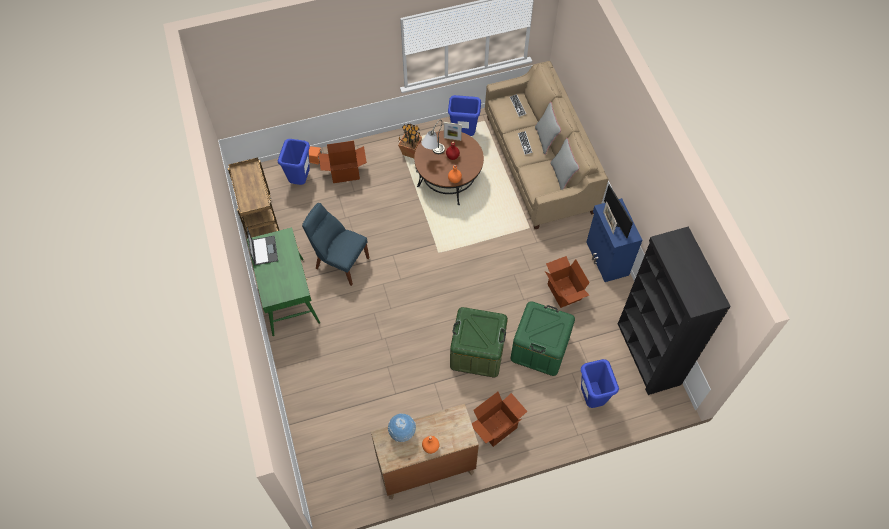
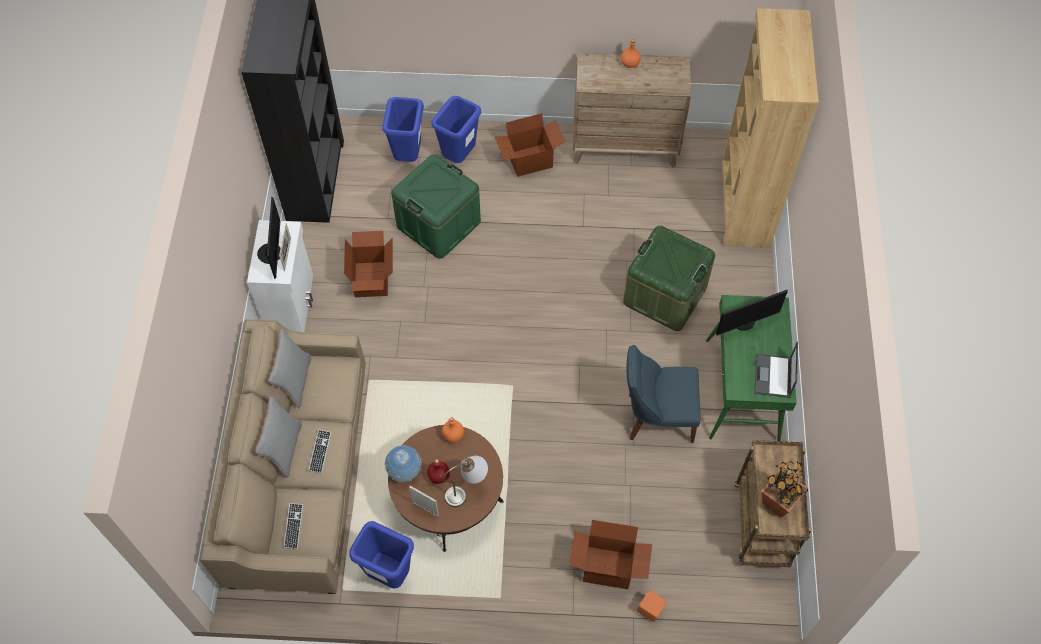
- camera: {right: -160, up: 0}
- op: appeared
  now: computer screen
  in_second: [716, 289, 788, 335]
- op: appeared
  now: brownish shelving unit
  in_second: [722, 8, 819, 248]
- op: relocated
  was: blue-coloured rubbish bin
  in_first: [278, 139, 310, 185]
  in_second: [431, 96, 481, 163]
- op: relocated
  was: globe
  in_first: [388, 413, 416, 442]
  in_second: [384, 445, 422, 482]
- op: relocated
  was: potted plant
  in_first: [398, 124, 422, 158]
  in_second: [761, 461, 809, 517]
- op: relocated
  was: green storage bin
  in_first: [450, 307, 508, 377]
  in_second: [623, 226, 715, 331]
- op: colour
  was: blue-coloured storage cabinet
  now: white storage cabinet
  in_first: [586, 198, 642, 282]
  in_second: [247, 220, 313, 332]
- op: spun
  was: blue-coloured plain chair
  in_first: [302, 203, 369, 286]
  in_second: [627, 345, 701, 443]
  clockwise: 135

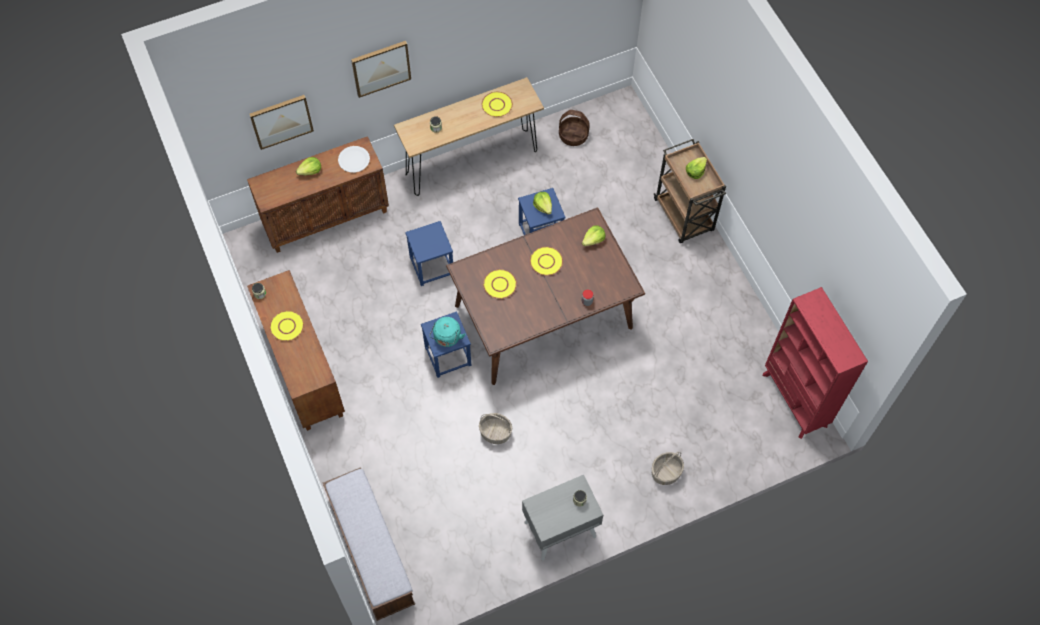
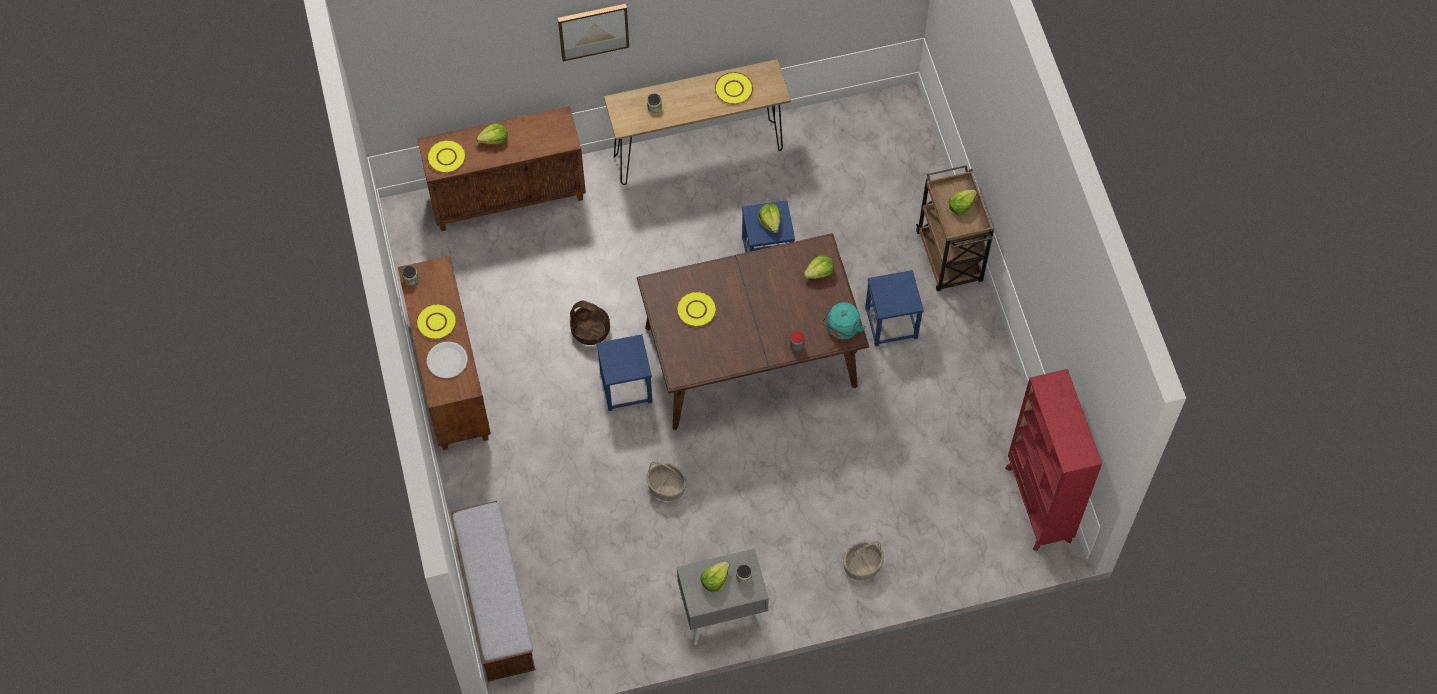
- camera: {right: 10, up: 0}
- op: missing
  was: wall art
  in_first: [249, 95, 314, 150]
- op: appeared
  now: head of lettuce
  in_second: [701, 561, 729, 592]
- op: relocated
  was: white dinner plate
  in_first: [338, 146, 370, 173]
  in_second: [427, 342, 468, 378]
- op: relocated
  was: blue-coloured sitting stool
  in_first: [405, 221, 453, 286]
  in_second: [865, 270, 924, 346]
- op: relocated
  was: turquoise-coloured tea kettle
  in_first: [429, 317, 466, 347]
  in_second: [822, 302, 866, 340]
- op: relocated
  was: yellow dinner plate
  in_first: [530, 247, 563, 276]
  in_second: [427, 140, 466, 173]
- op: relocated
  was: basket
  in_first: [559, 110, 590, 146]
  in_second: [570, 301, 610, 345]

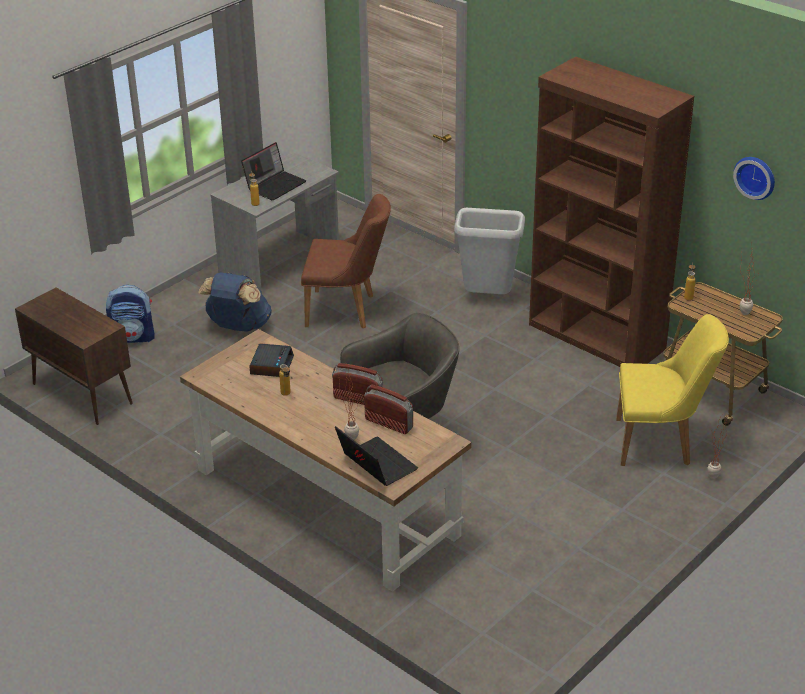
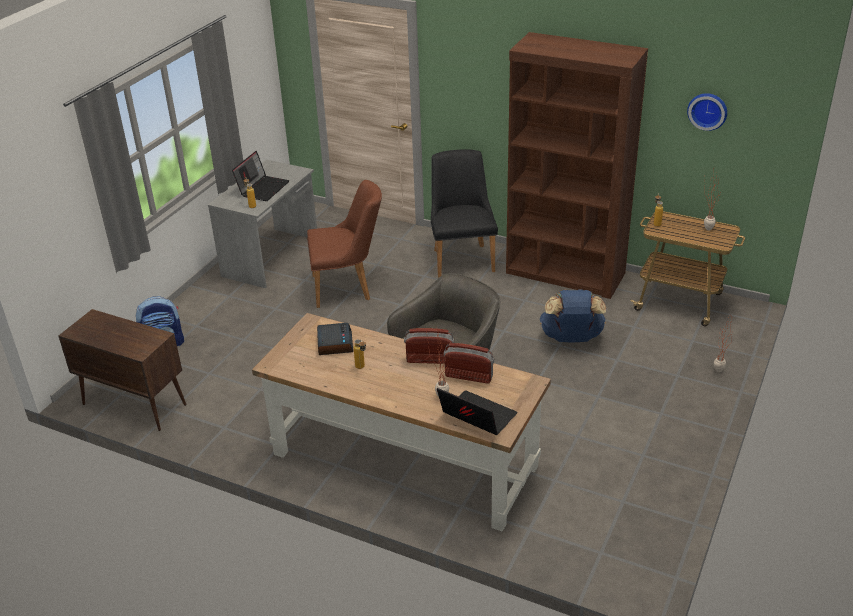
- camera: {right: -15, up: 0}
- op: missing
  was: yellow plain chair
  in_first: [616, 314, 729, 466]
- op: relocated
  was: blue-coloured rucksack
  in_first: [198, 272, 272, 332]
  in_second: [540, 289, 606, 343]
- op: exchanged
  was: gray rubbish bin
  now: blackish plain chair
  in_first: [454, 208, 525, 294]
  in_second: [431, 149, 498, 278]

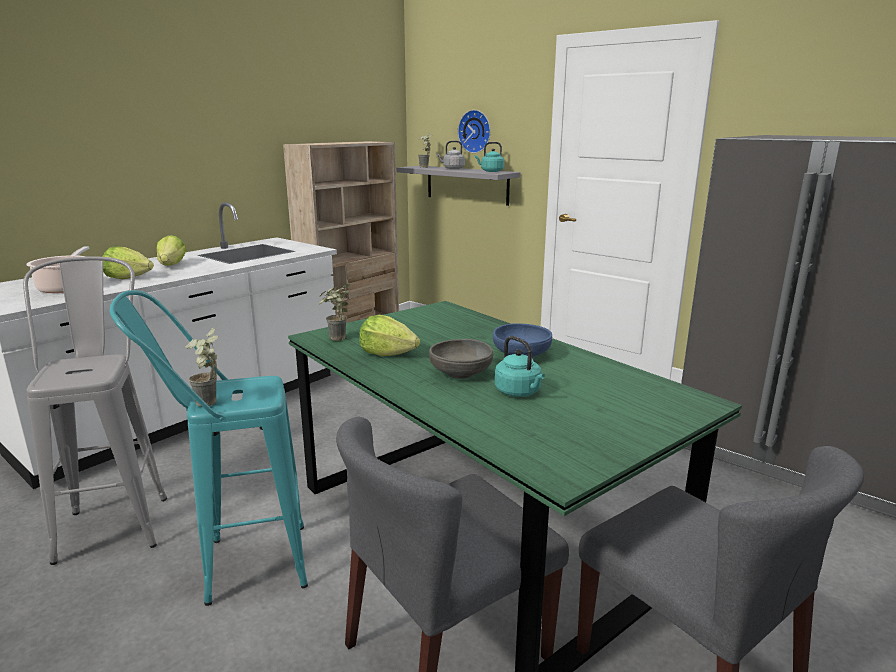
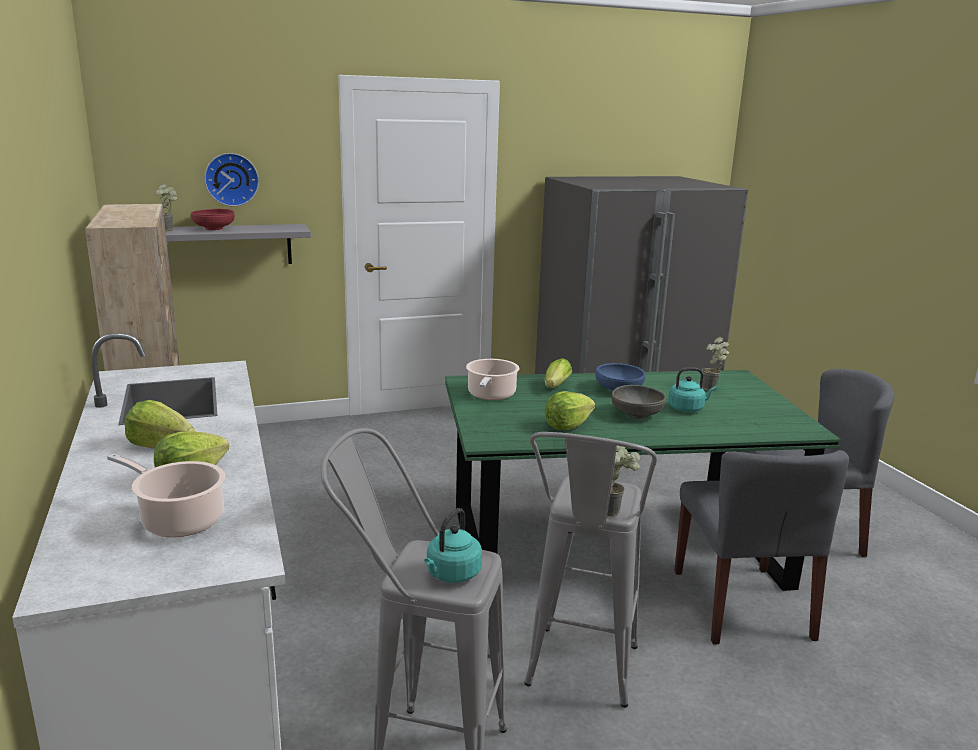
- camera: {right: -60, up: 0}
- op: appeared
  now: saucepot
  in_second: [466, 359, 520, 400]
- op: appeared
  now: head of lettuce
  in_second: [545, 358, 572, 388]
- op: relocated
  was: potted plant
  in_first: [319, 283, 351, 341]
  in_second: [702, 337, 729, 391]
- op: relocated
  was: turquoise-coloured tea kettle
  in_first: [475, 142, 504, 172]
  in_second: [424, 508, 482, 583]
- op: exchanged
  was: gray tea kettle
  now: reddish serving bowl
  in_first: [437, 141, 465, 169]
  in_second: [191, 209, 235, 230]
- op: colour
  was: turquoise-coloured sitting stool
  now: gray sitting stool
  in_first: [109, 290, 308, 606]
  in_second: [524, 432, 657, 708]

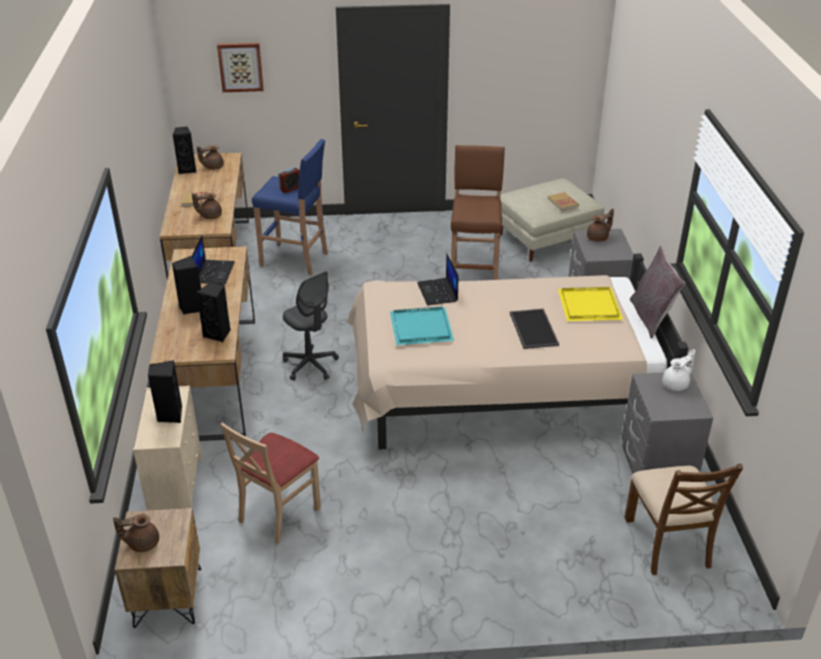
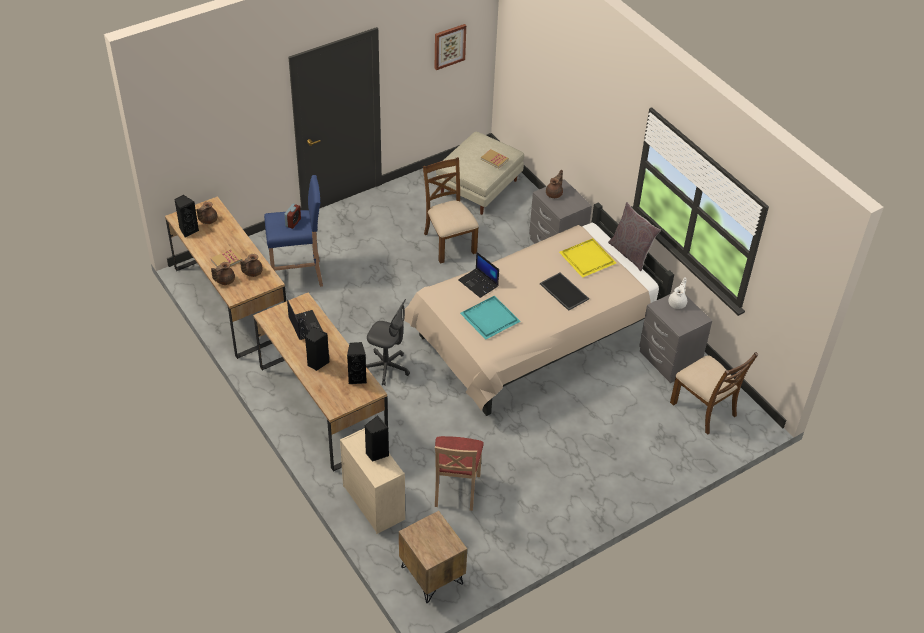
- camera: {right: -30, up: 10}
- op: relocated
  was: brownish tea pot
  in_first: [113, 514, 159, 552]
  in_second: [211, 262, 235, 285]
- op: relocated
  was: wall art
  in_first: [217, 43, 264, 92]
  in_second: [434, 24, 466, 70]
- op: exchanged
  was: brownish sitting stool
  now: brownish plain chair
  in_first: [451, 145, 505, 280]
  in_second: [423, 157, 479, 264]

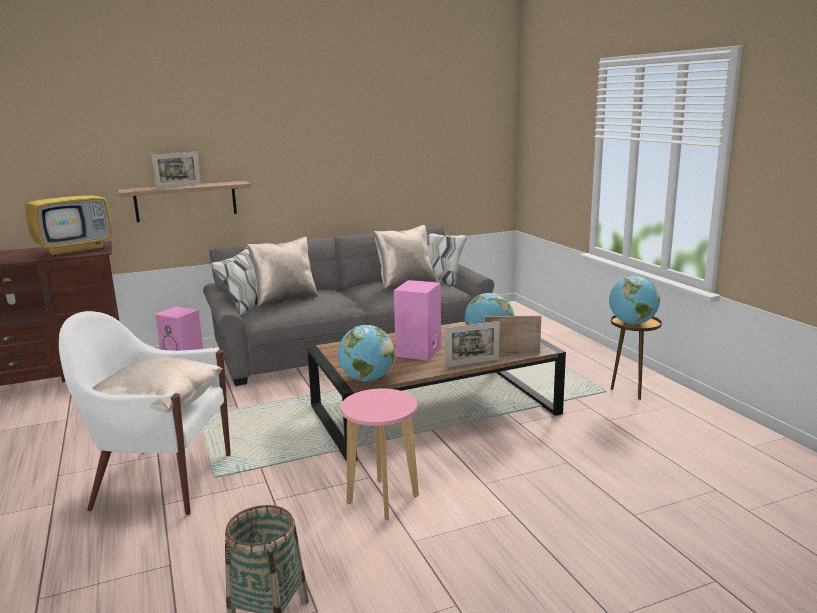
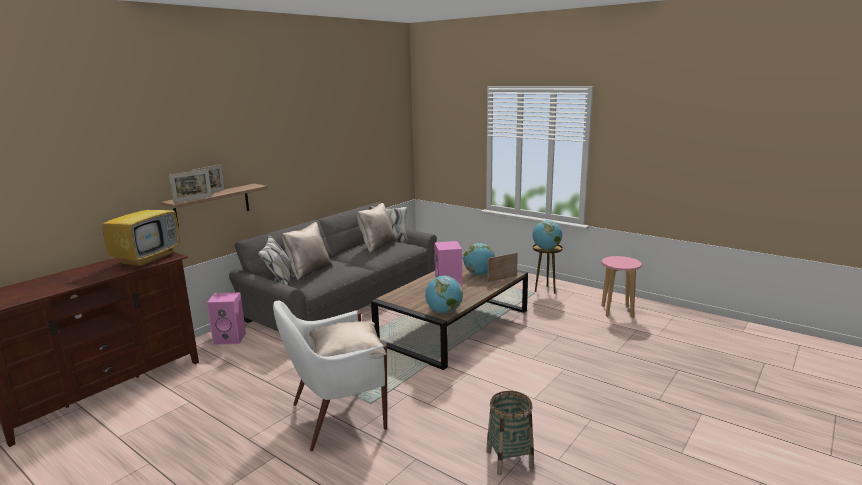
- camera: {right: -30, up: 0}
- op: relocated
  was: pink sitting stool
  in_first: [341, 388, 419, 520]
  in_second: [601, 256, 642, 318]
- op: relocated
  was: standing frame
  in_first: [446, 321, 500, 367]
  in_second: [169, 169, 212, 203]

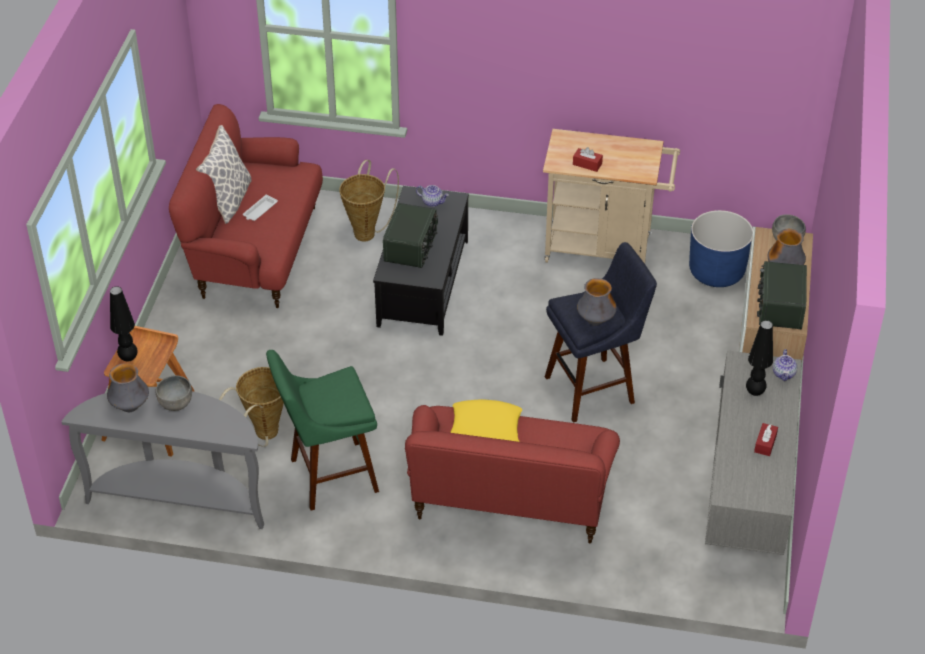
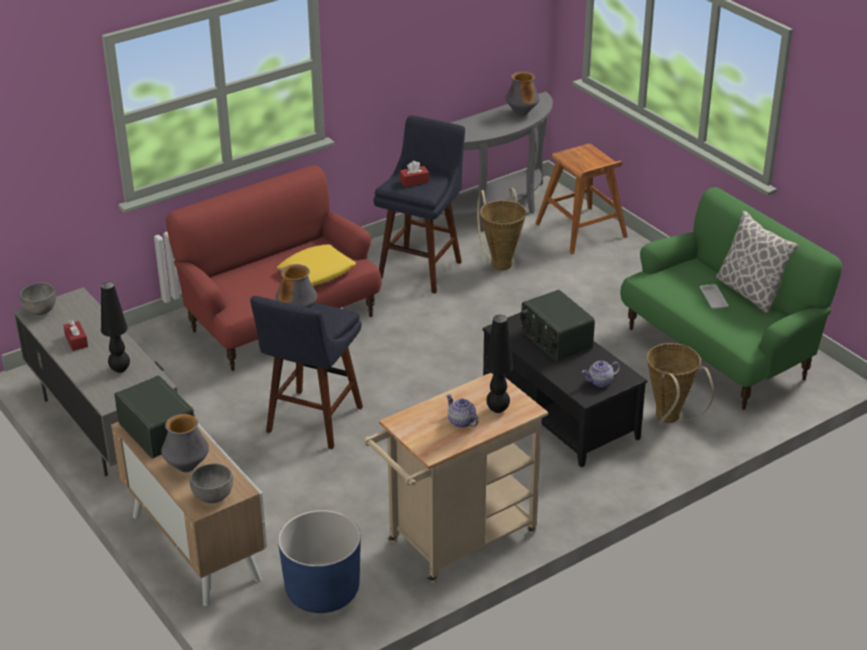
- camera: {right: 135, up: -10}
- op: relocated
  was: blackish tabletop lamp
  in_first: [110, 286, 138, 362]
  in_second: [485, 315, 514, 413]
- op: relocated
  was: gray serving bowl
  in_first: [156, 375, 192, 411]
  in_second: [20, 282, 56, 315]
- op: relocated
  was: reddish box of tissues
  in_first: [573, 147, 603, 172]
  in_second: [400, 161, 429, 187]
- op: relocated
  was: tea pot
  in_first: [773, 349, 797, 381]
  in_second: [446, 394, 479, 428]
- op: colour
  was: reddish settee
  now: green settee
  in_first: [169, 104, 323, 308]
  in_second: [620, 187, 843, 410]
- op: colour
  was: green sitting stool
  now: blue-coloured sitting stool
  in_first: [266, 350, 379, 511]
  in_second: [374, 115, 465, 294]

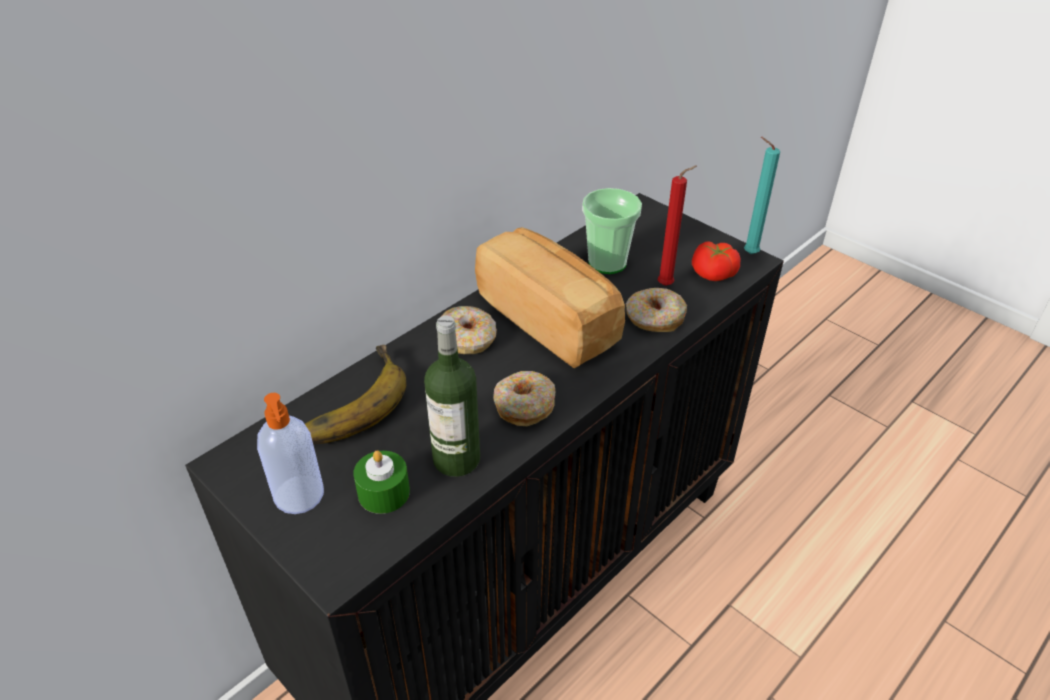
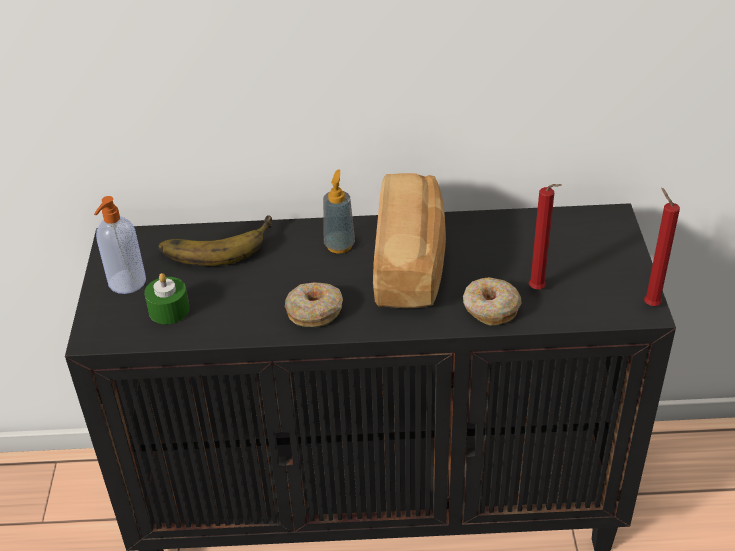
- camera: {right: 45, up: 0}
- op: missing
  was: bottle
  in_first: [424, 316, 480, 477]
- op: missing
  was: drinking cup
  in_first: [582, 188, 642, 274]
- op: missing
  was: fresh tomato
  in_first: [692, 241, 740, 281]
- op: exchanged
  was: doughnut
  now: soap bottle
  in_first: [441, 306, 497, 354]
  in_second: [323, 169, 355, 253]
- op: colour
  was: turquoise-coloured candle
  now: reddish candle
  in_first: [744, 137, 780, 254]
  in_second: [644, 188, 680, 306]

